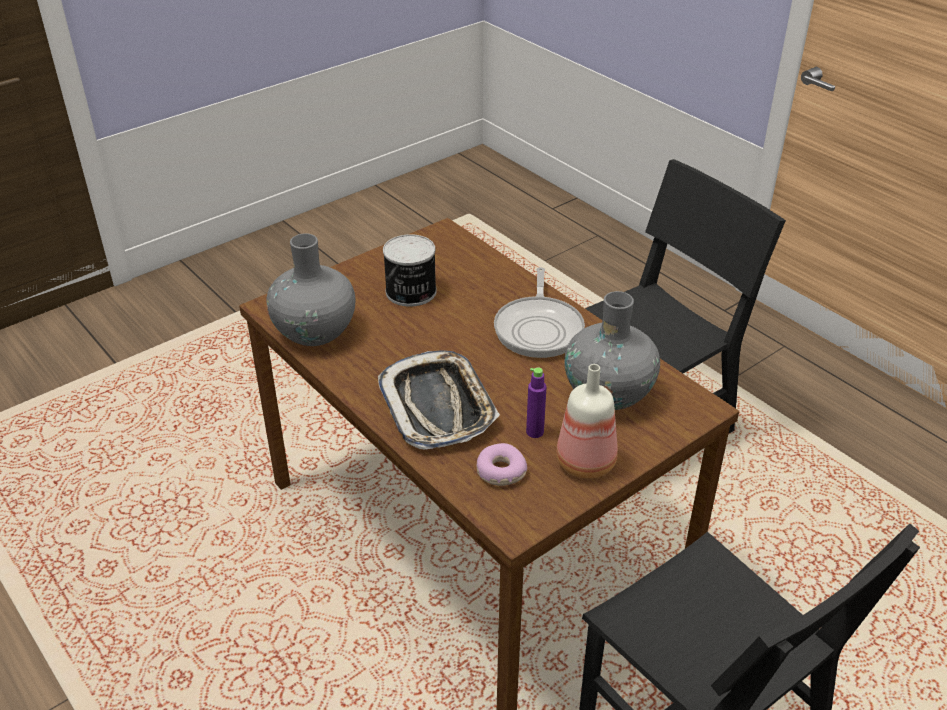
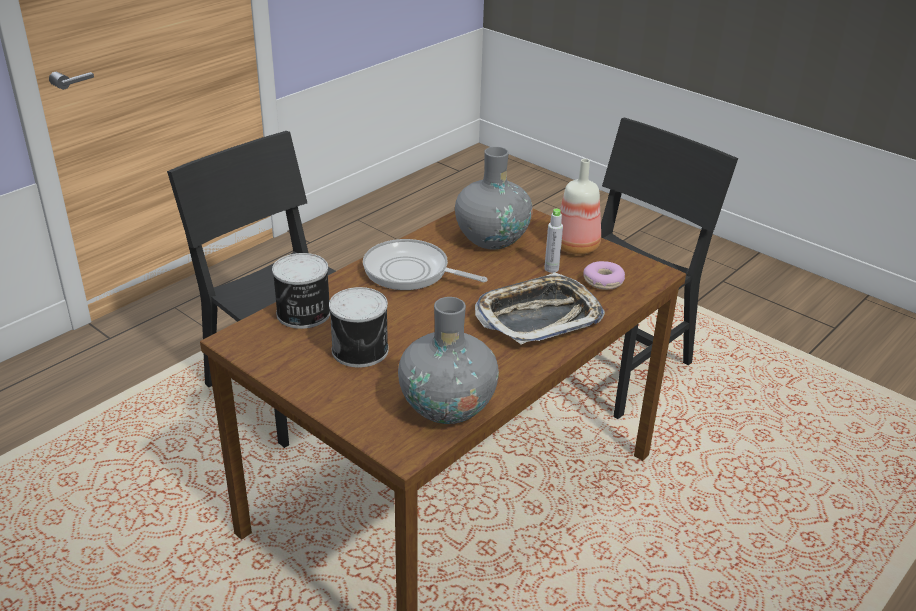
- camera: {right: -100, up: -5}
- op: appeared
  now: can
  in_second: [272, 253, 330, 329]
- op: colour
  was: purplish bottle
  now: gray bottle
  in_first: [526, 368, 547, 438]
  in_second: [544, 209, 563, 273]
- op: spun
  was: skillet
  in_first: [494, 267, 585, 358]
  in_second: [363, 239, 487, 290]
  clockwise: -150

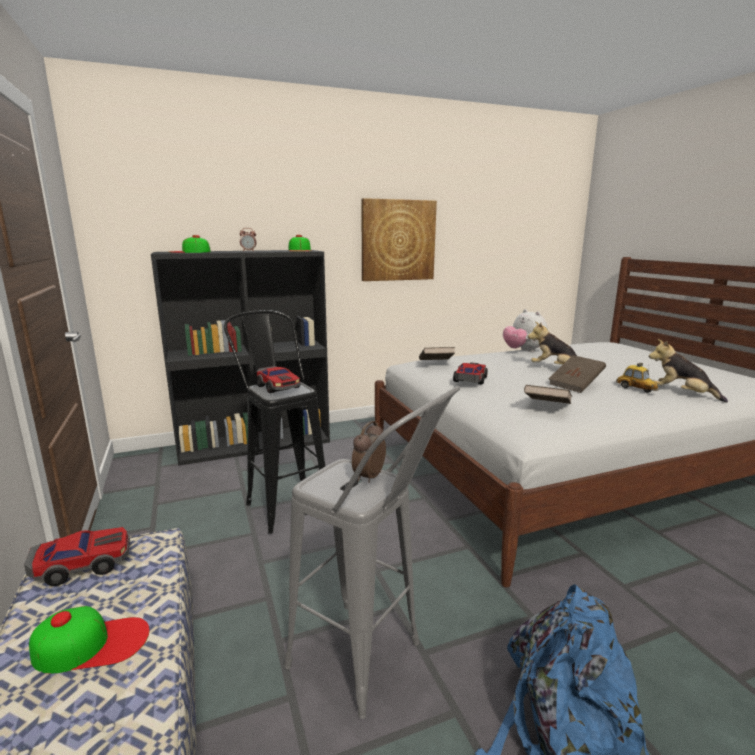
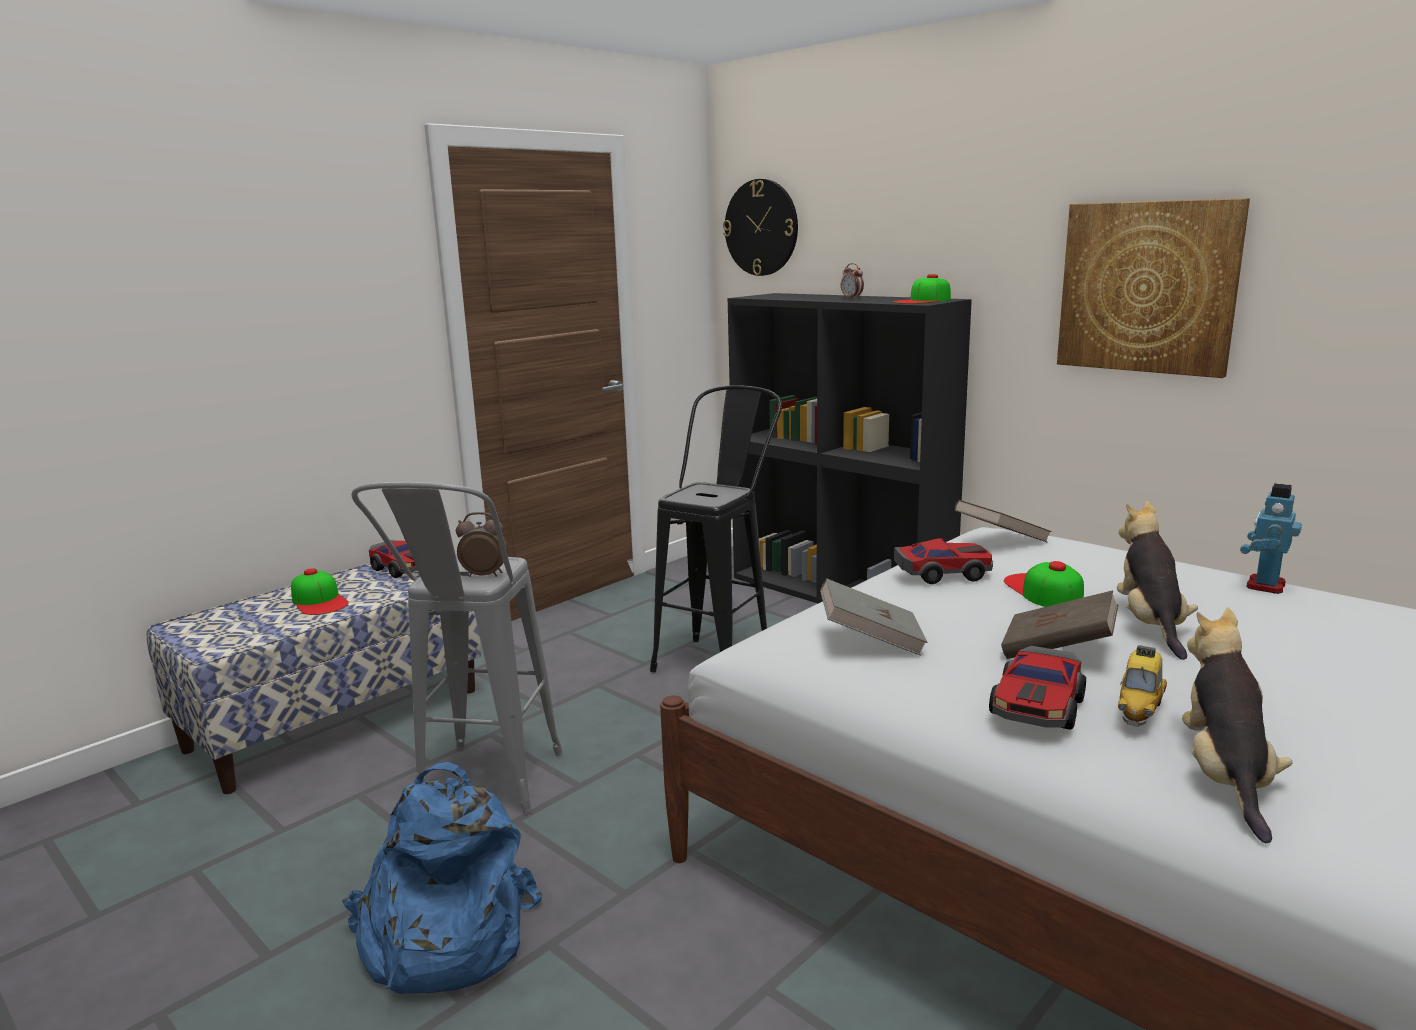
- camera: {right: 65, up: 0}
- op: appeared
  now: clock on the wall
  in_second: [723, 179, 798, 276]
- op: relocated
  was: baseball cap
  in_first: [169, 235, 211, 253]
  in_second: [1004, 561, 1084, 607]
- op: relocated
  was: toy car
  in_first: [256, 366, 301, 393]
  in_second: [989, 646, 1086, 730]
- op: exchanged
  was: soft toy
  now: robot figure
  in_first: [503, 309, 548, 352]
  in_second: [1240, 483, 1302, 594]
- op: colour
  was: brownish volume
  now: gray volume
  in_first: [524, 385, 572, 404]
  in_second: [820, 578, 927, 656]

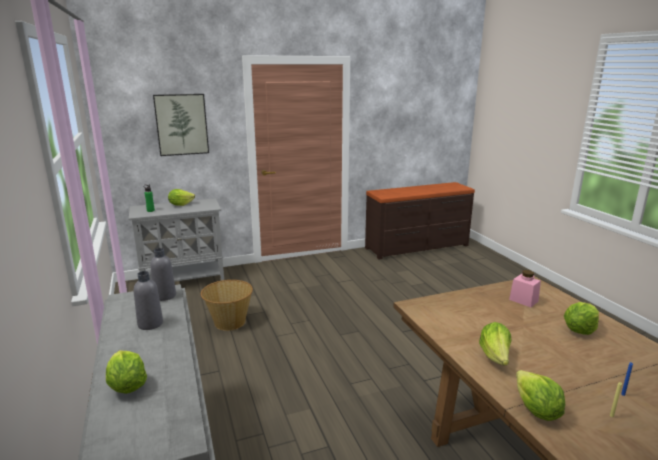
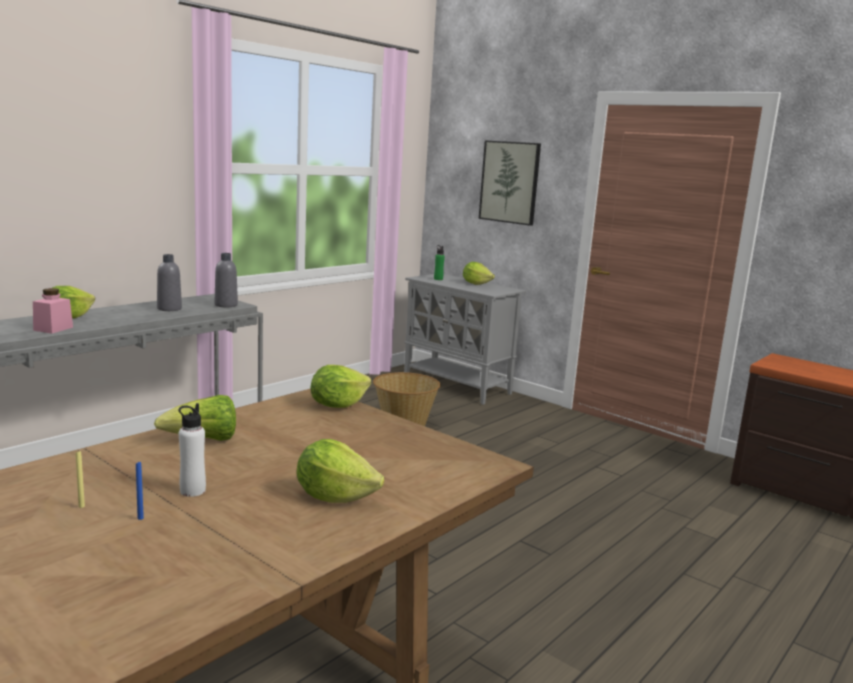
- camera: {right: 60, up: -5}
- op: appeared
  now: white bottle
  in_second: [179, 403, 206, 497]
- op: relocated
  was: pink storage jar
  in_first: [509, 270, 541, 307]
  in_second: [33, 288, 73, 333]
- op: relocated
  was: head of lettuce
  in_first: [516, 370, 565, 421]
  in_second: [310, 365, 371, 408]

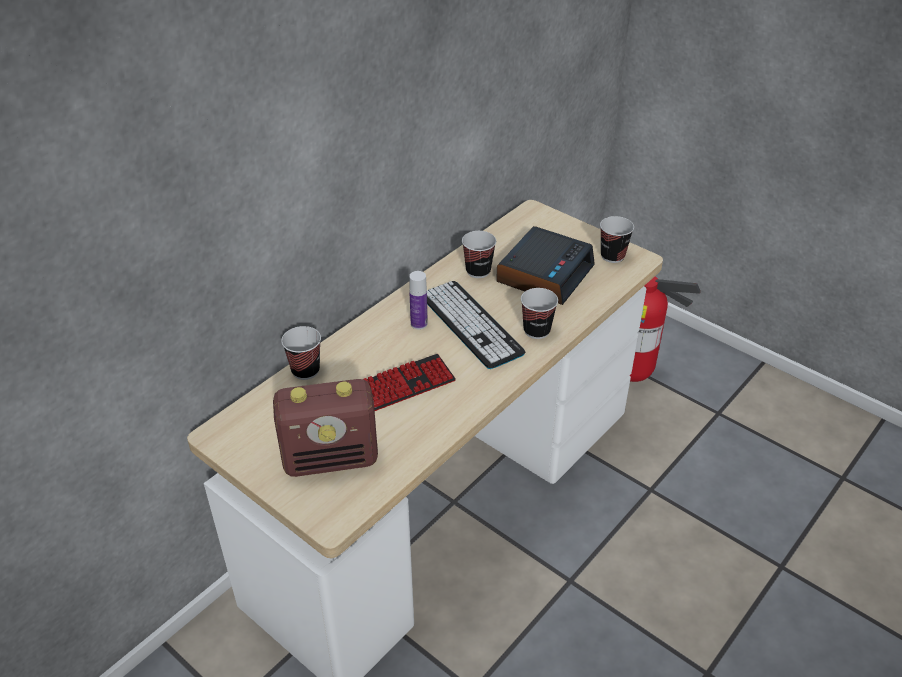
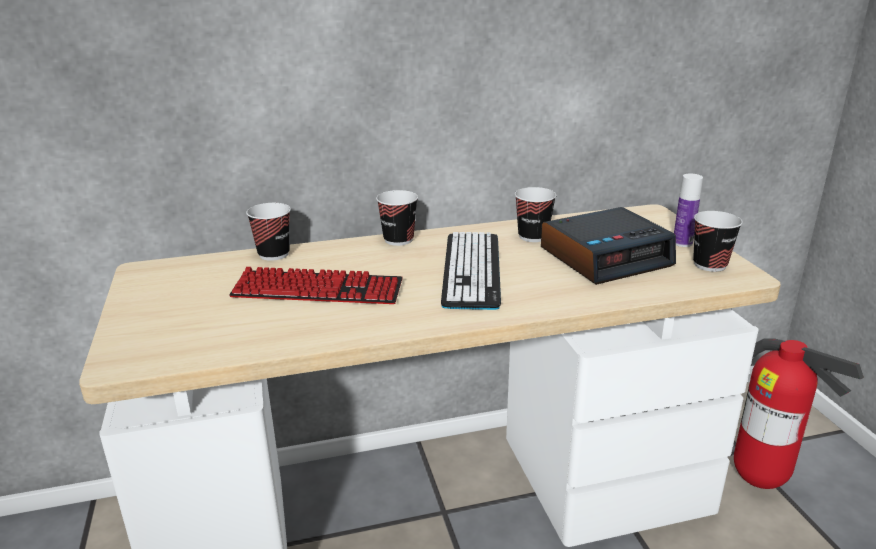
- camera: {right: 35, up: -15}
- op: missing
  was: radio set
  in_first: [273, 379, 378, 477]
- op: relocated
  was: bottle
  in_first: [409, 271, 428, 330]
  in_second: [674, 174, 703, 247]
- op: relocated
  was: drinking cup
  in_first: [521, 288, 558, 339]
  in_second: [376, 190, 418, 246]

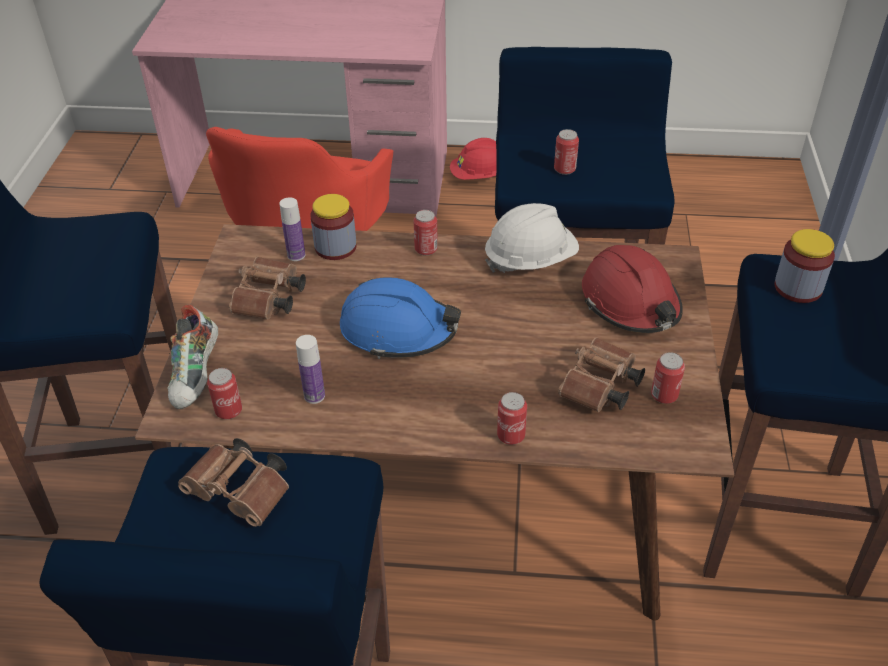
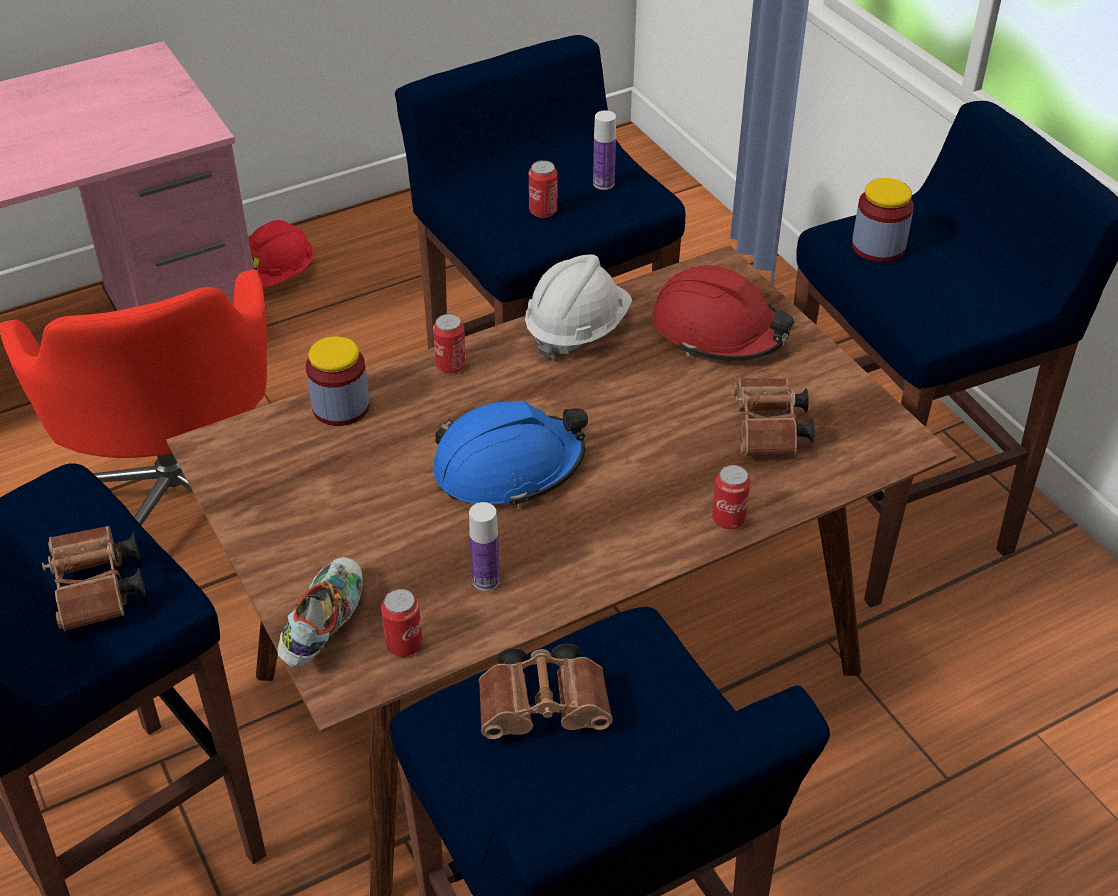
- camera: {right: -35, up: 0}
- op: missing
  was: can
  in_first: [651, 352, 685, 404]
- op: relocated
  was: brownish pair of binoculars
  in_first: [229, 257, 306, 319]
  in_second: [42, 526, 146, 631]
- op: relocated
  was: bottle
  in_first: [279, 197, 305, 261]
  in_second: [593, 110, 616, 190]
- op: spun
  was: low shoe
  in_first: [167, 305, 218, 409]
  in_second: [277, 557, 363, 667]
  clockwise: -135

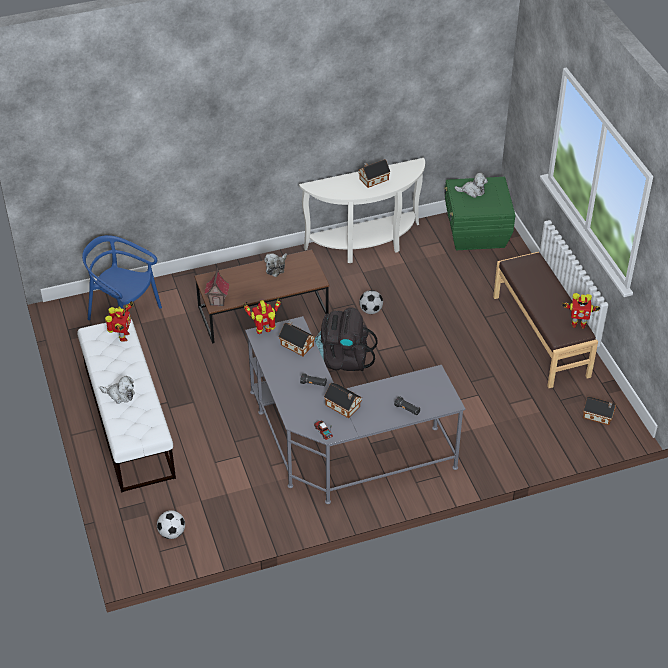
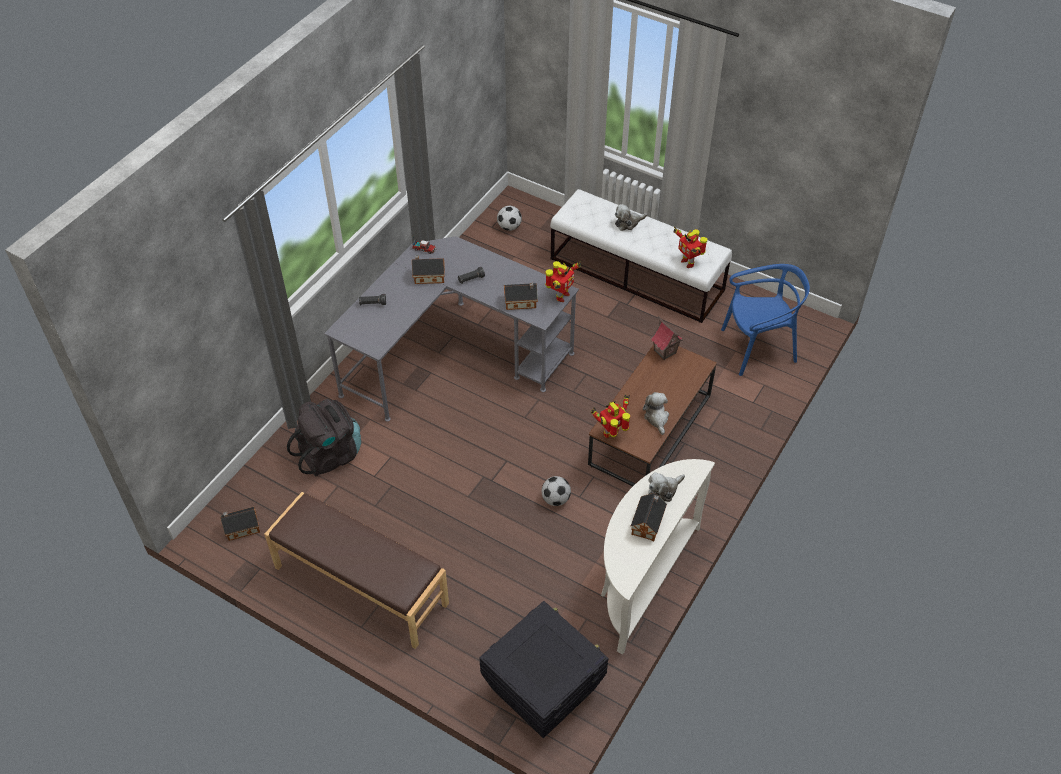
- camera: {right: 140, up: 5}
- op: relocated
  was: blackish rucksack
  in_first: [314, 307, 378, 371]
  in_second: [287, 399, 361, 476]
- op: relocated
  was: soft toy
  in_first: [454, 172, 488, 198]
  in_second: [648, 472, 685, 502]
- op: relocated
  was: robot figure
  in_first: [562, 293, 600, 329]
  in_second: [591, 394, 630, 438]
- op: colour
  was: green storage bin
  now: blackish storage bin
  in_first: [444, 177, 515, 250]
  in_second: [479, 601, 608, 738]

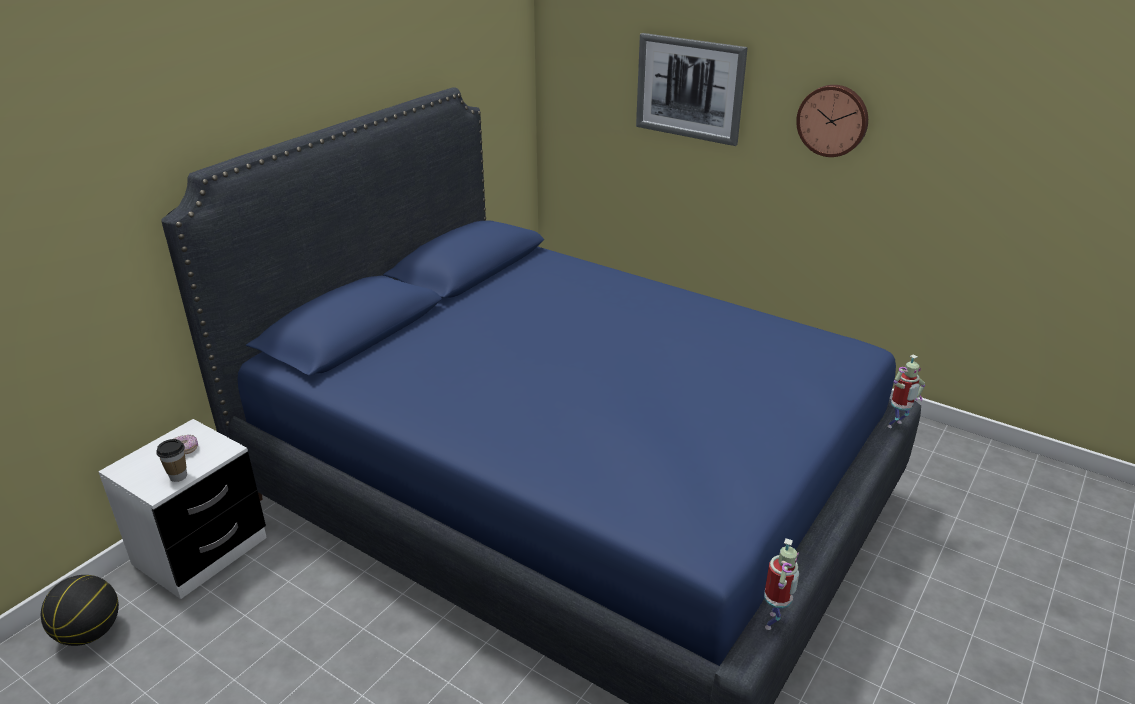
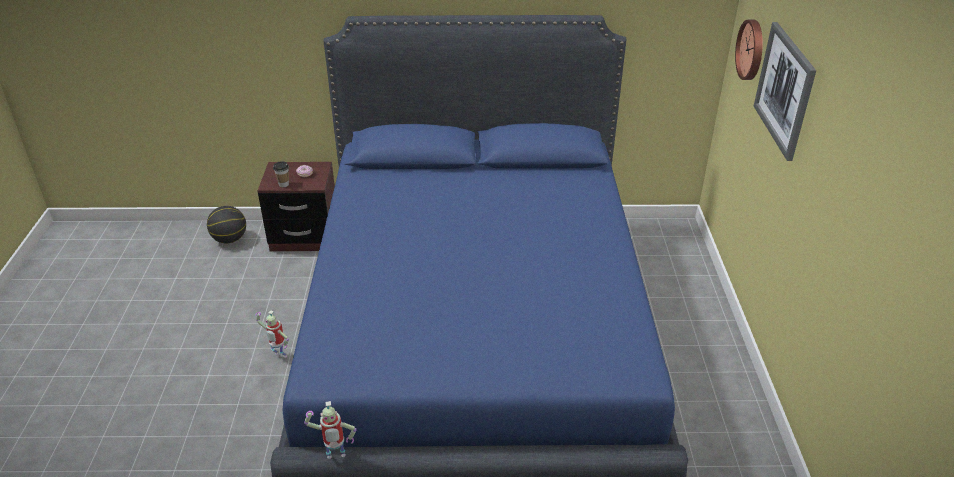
- camera: {right: 55, up: 5}
- op: relocated
  was: clock on the wall
  in_first: [796, 85, 868, 157]
  in_second: [735, 20, 763, 80]
- op: relocated
  was: robot figure
  in_first: [887, 354, 925, 428]
  in_second: [255, 311, 289, 358]
- op: colour
  was: white night table
  now: brownish night table
  in_first: [98, 419, 267, 599]
  in_second: [258, 162, 335, 252]

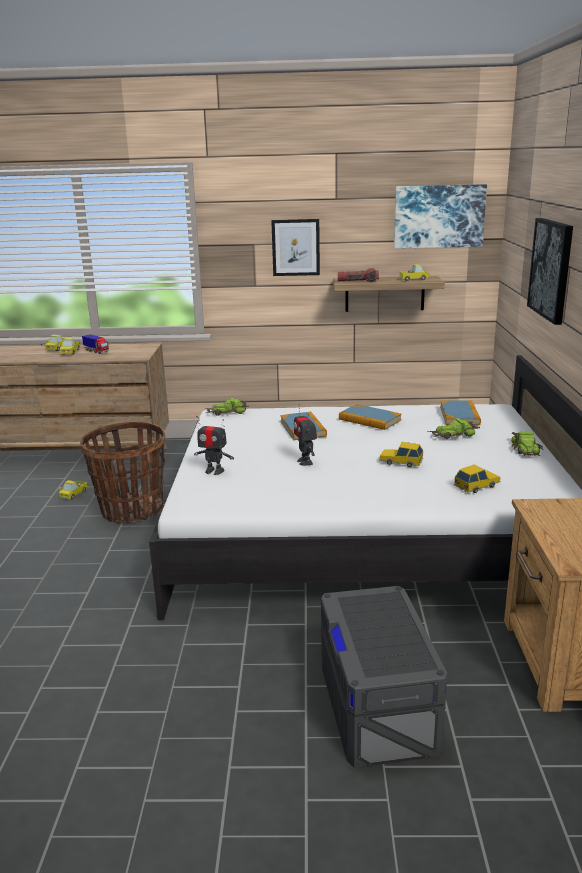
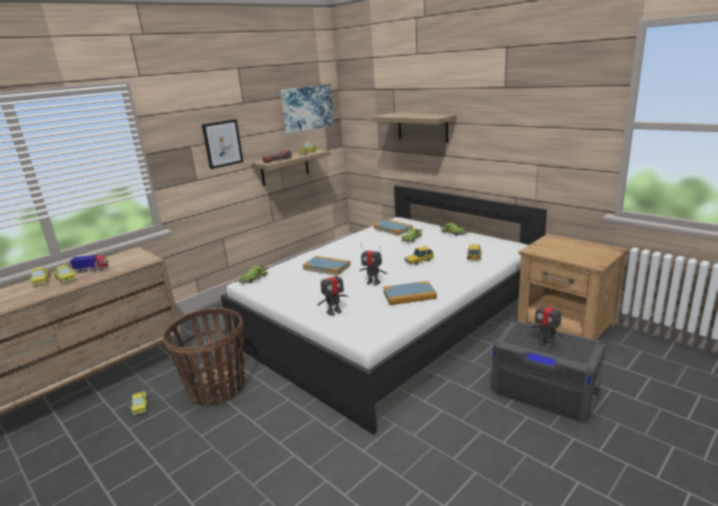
- camera: {right: -45, up: 0}
- op: appeared
  now: robot figure
  in_second: [530, 297, 566, 349]
- op: relocated
  was: volume
  in_first: [339, 404, 402, 430]
  in_second: [383, 281, 437, 305]
- op: exchanged
  was: wall art
  now: bracket shelf
  in_first: [527, 218, 573, 325]
  in_second: [372, 113, 457, 143]

